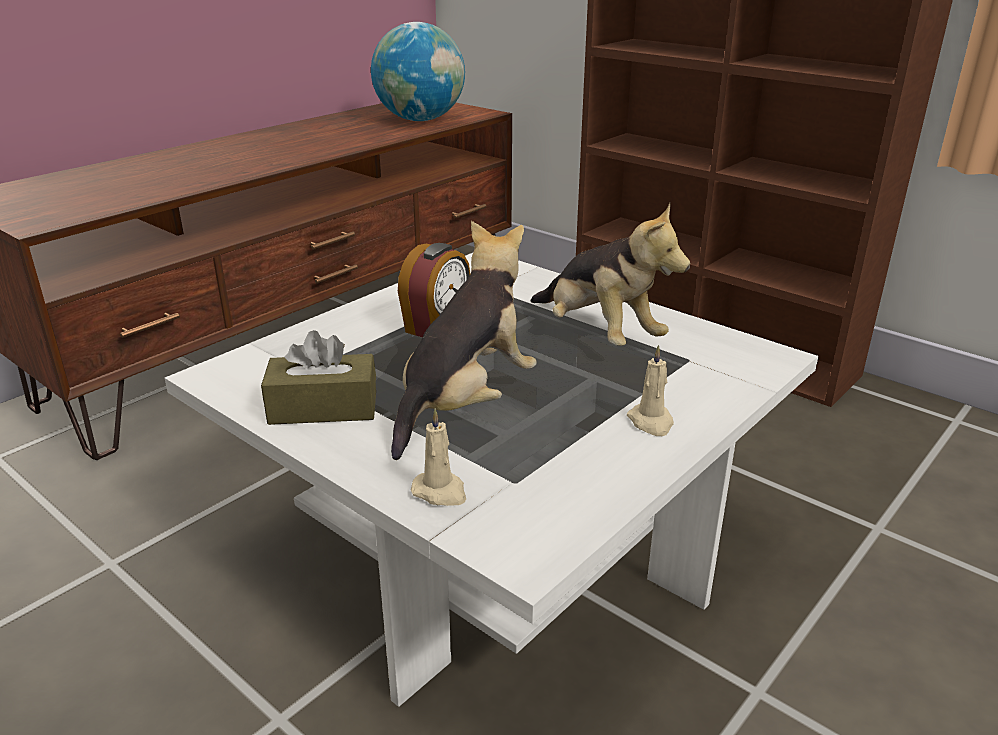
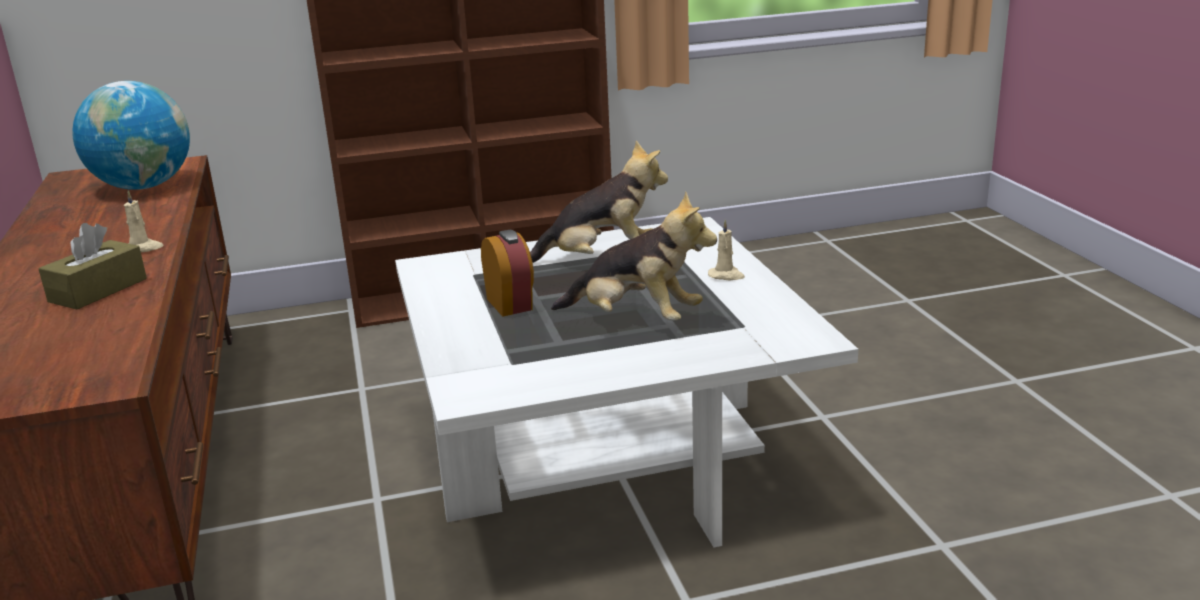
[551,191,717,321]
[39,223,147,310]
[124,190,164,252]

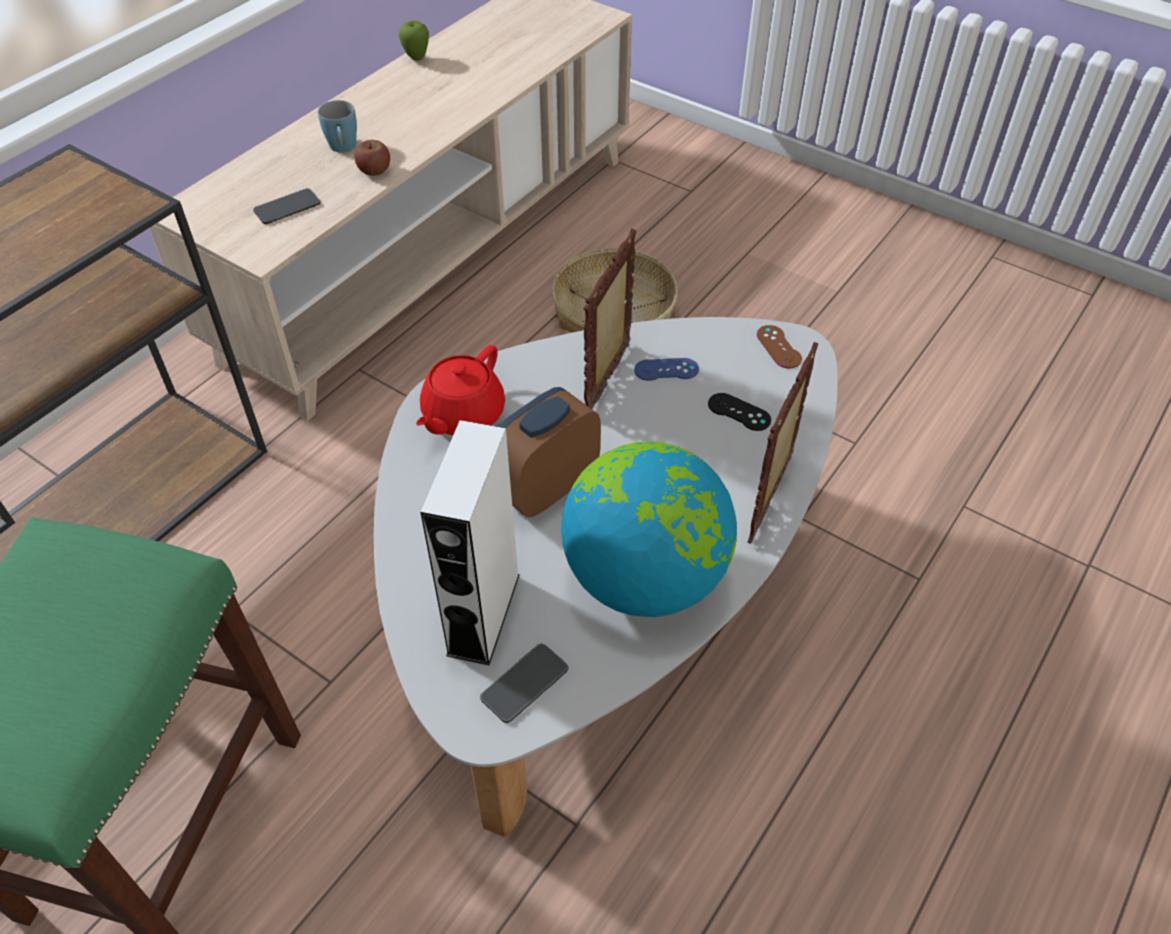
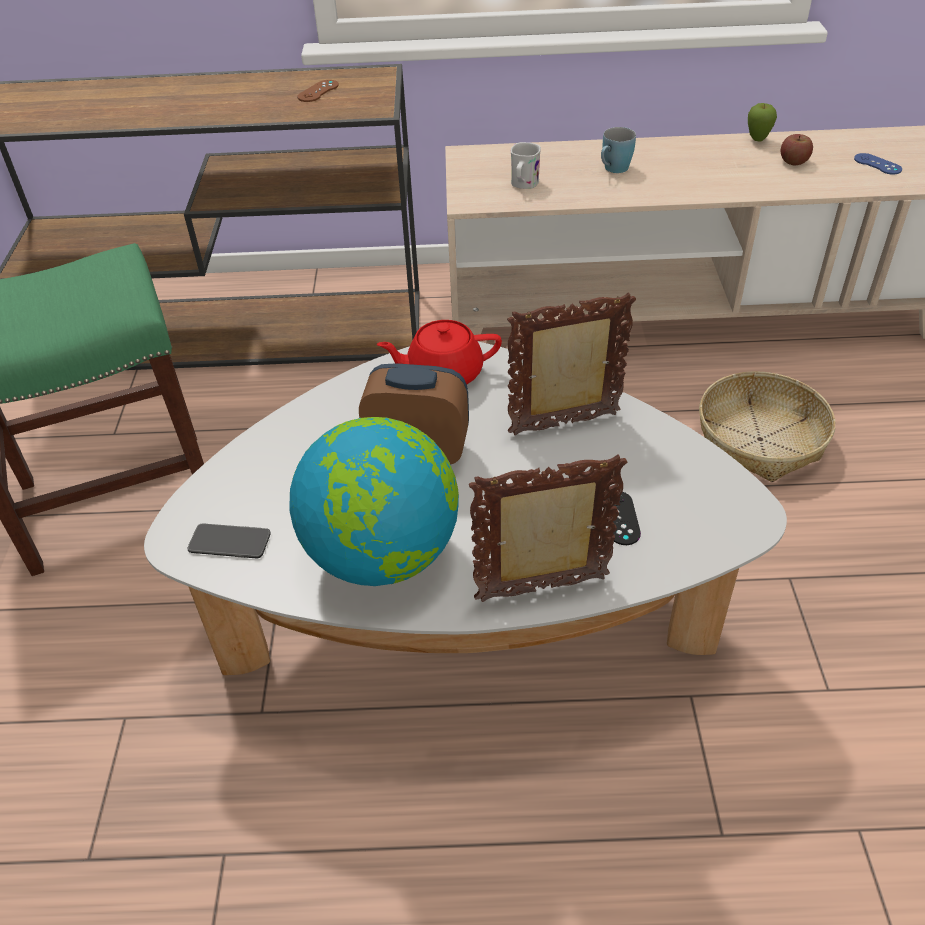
[780,134,813,165]
[511,142,541,189]
[297,80,339,102]
[854,153,902,175]
[420,420,520,665] (first image)

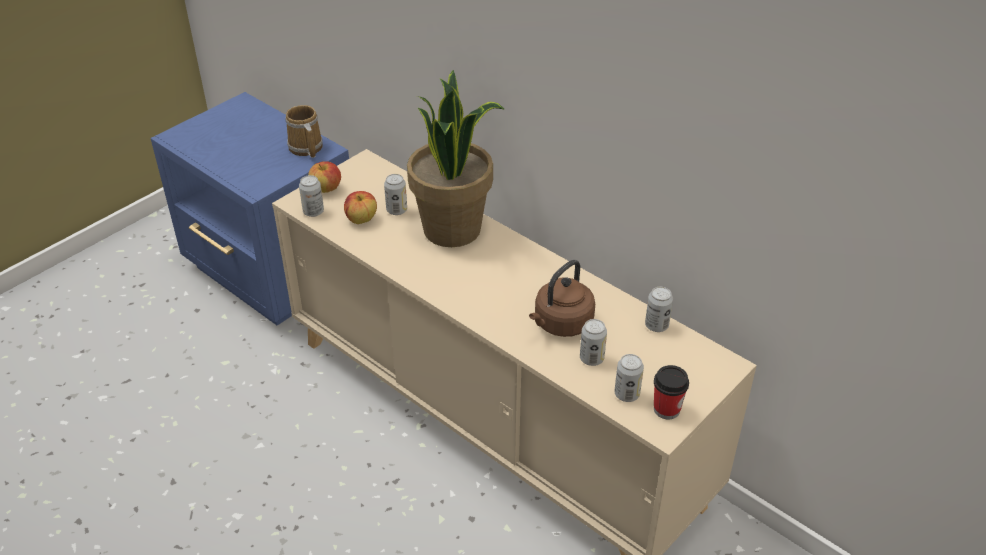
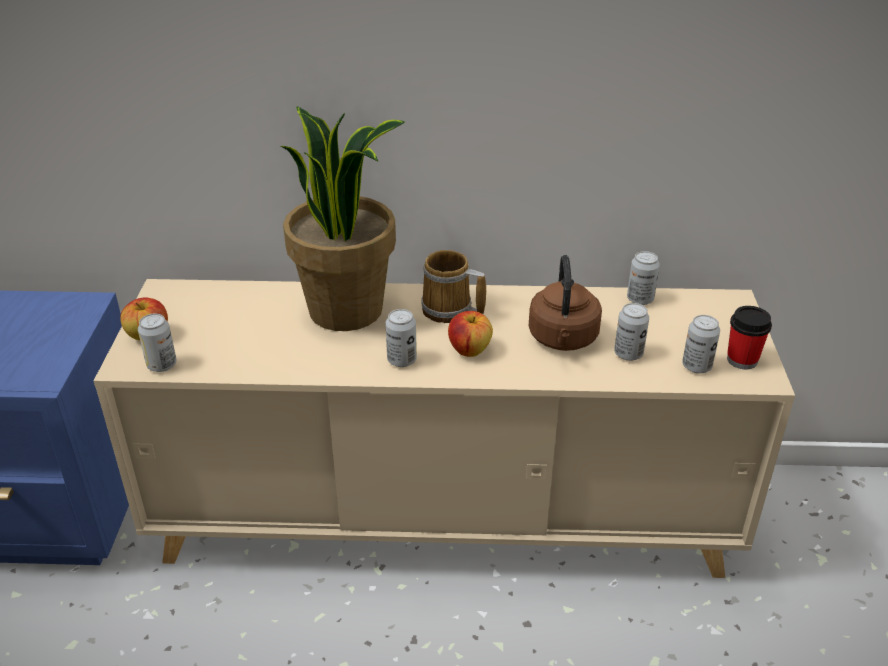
[421,250,486,323]
[386,309,417,367]
[448,311,493,357]

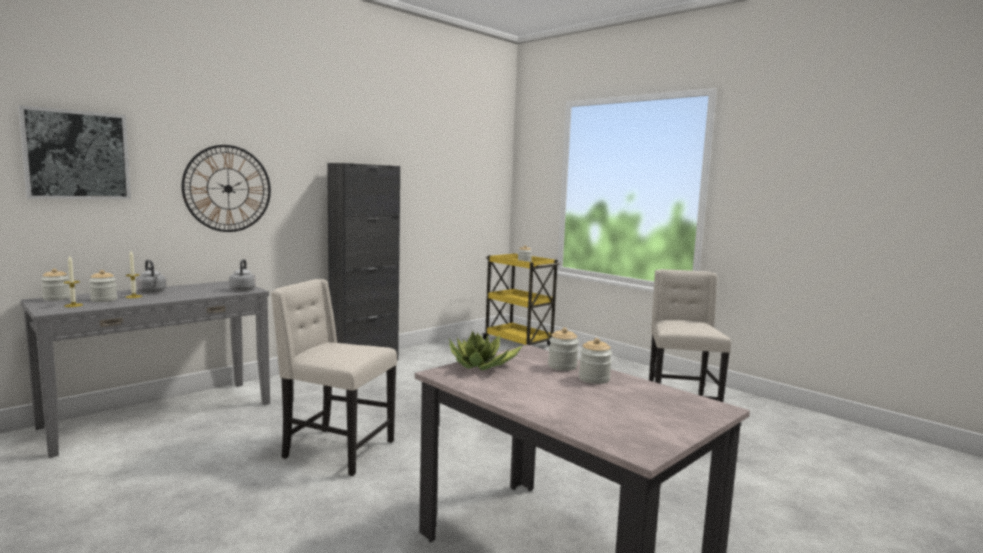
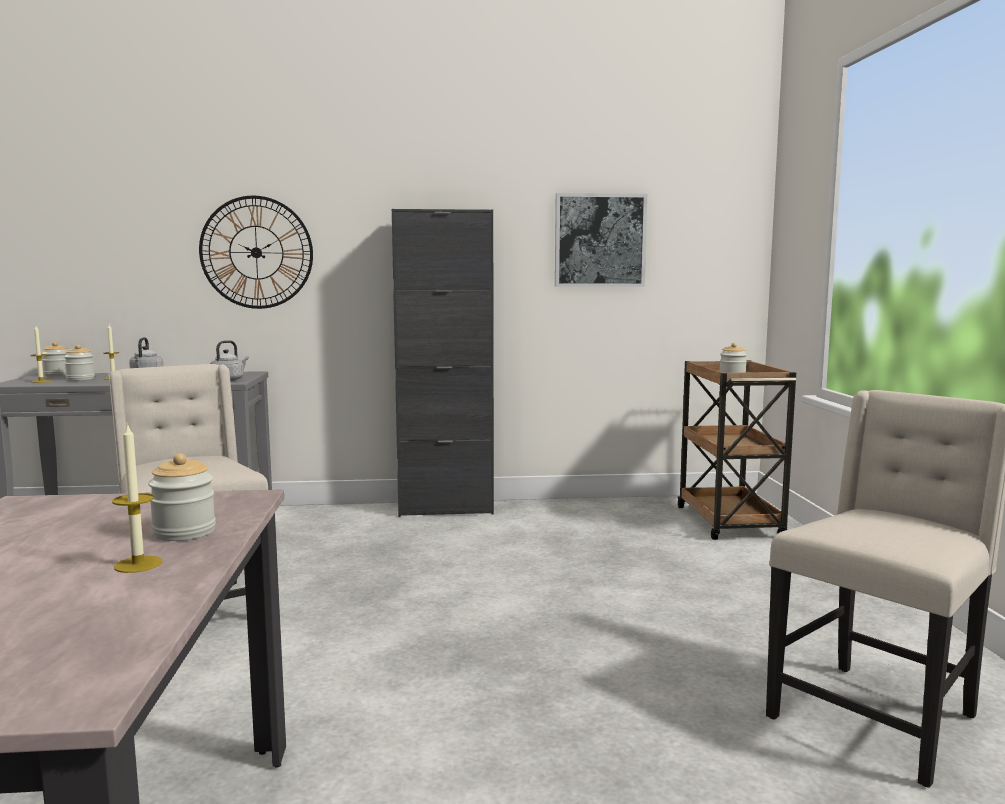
[555,193,647,287]
[677,360,796,540]
[449,331,523,371] (first image)
[112,423,162,573]

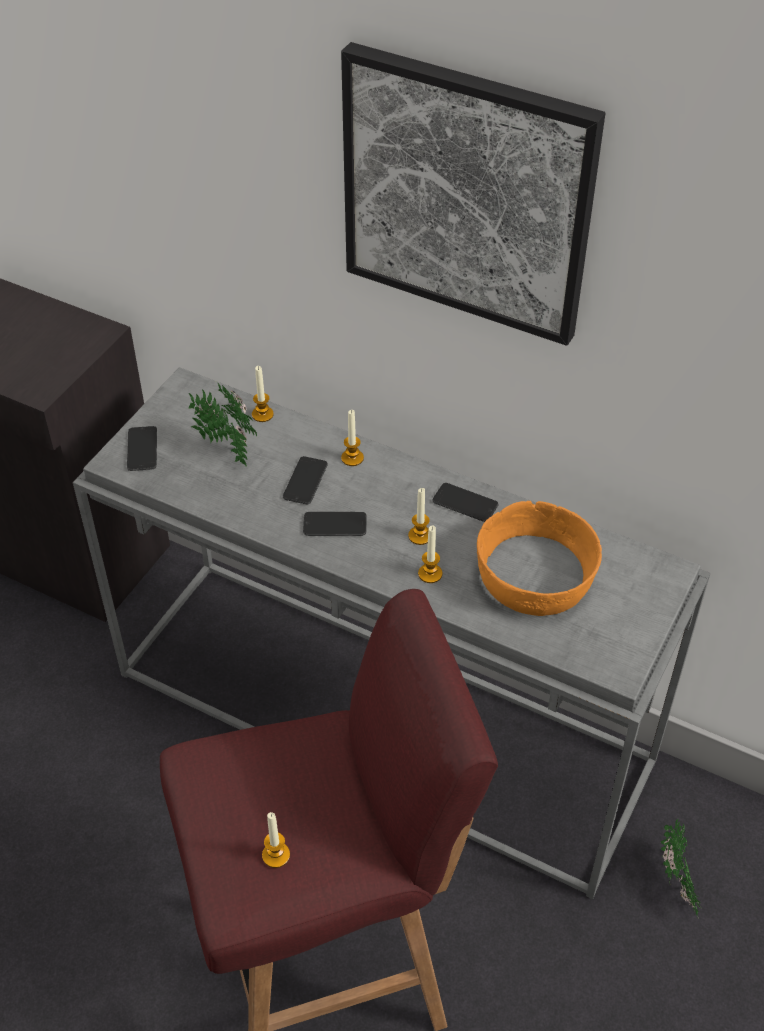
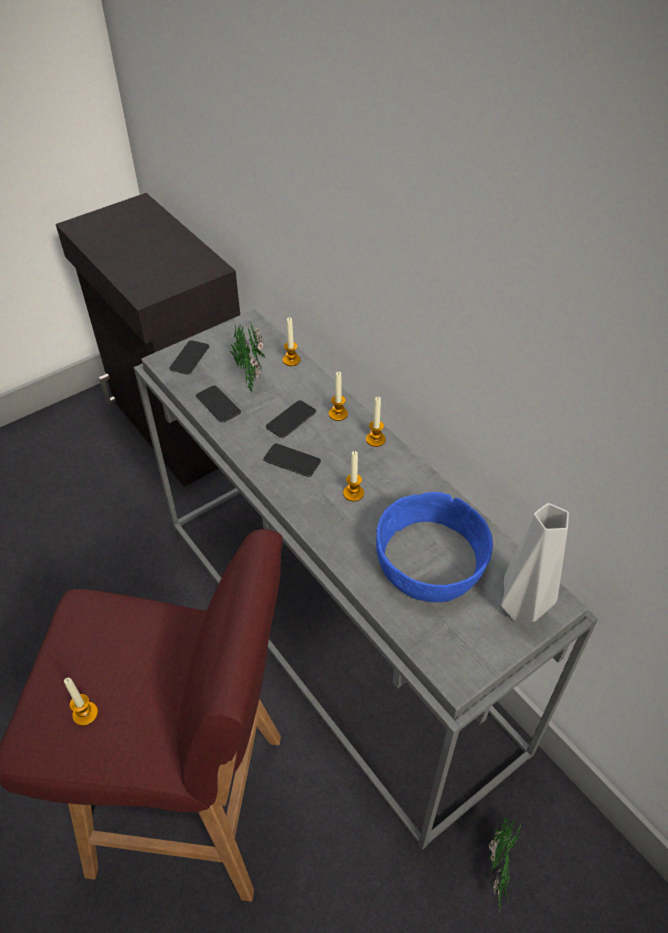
[341,42,605,346] (first image)
[196,386,241,423]
[376,492,493,602]
[366,397,386,447]
[501,503,569,623]

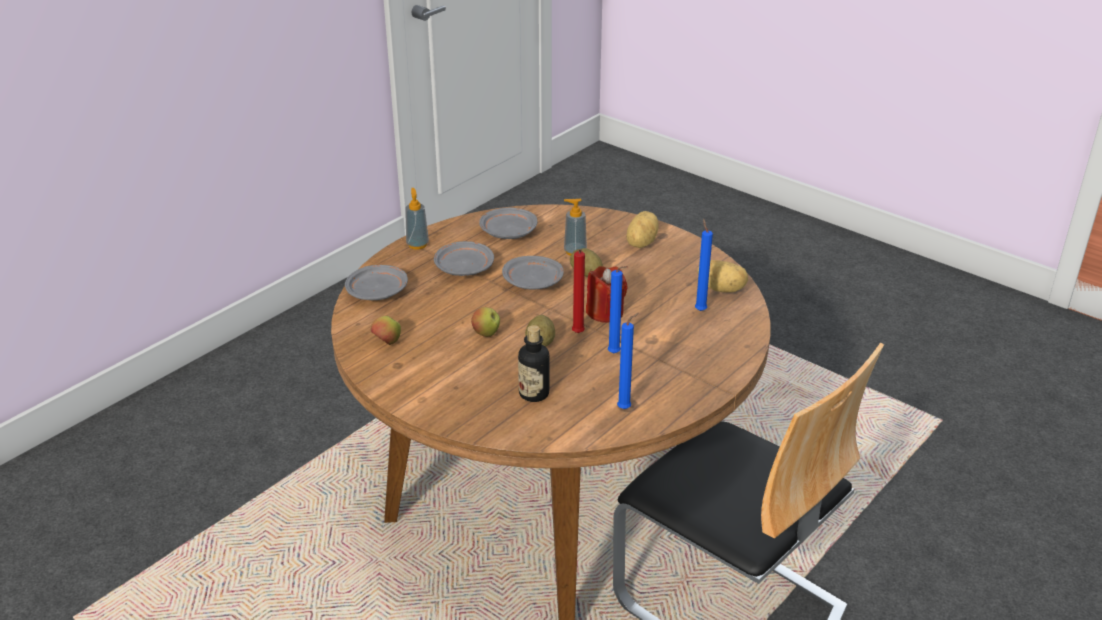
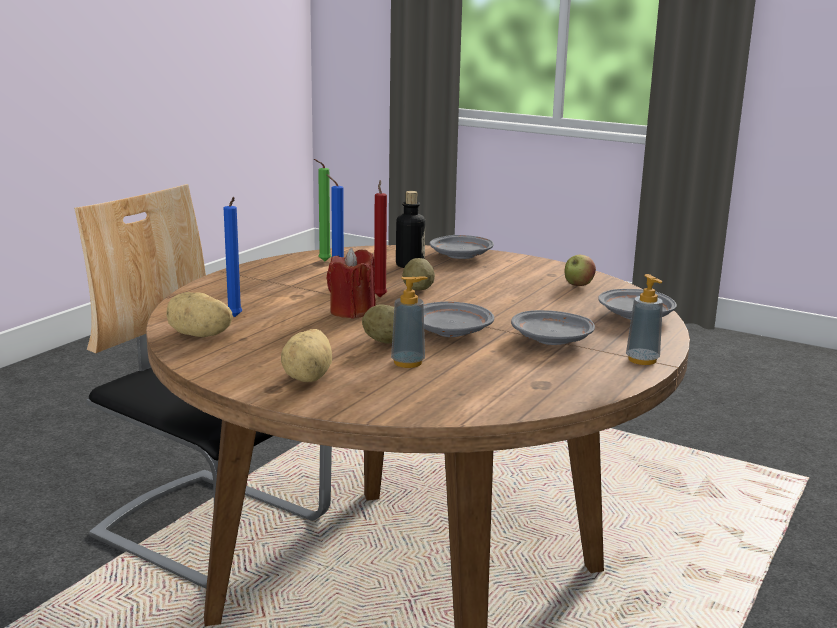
[430,235,494,259]
[471,307,500,337] (first image)
[314,159,331,261]

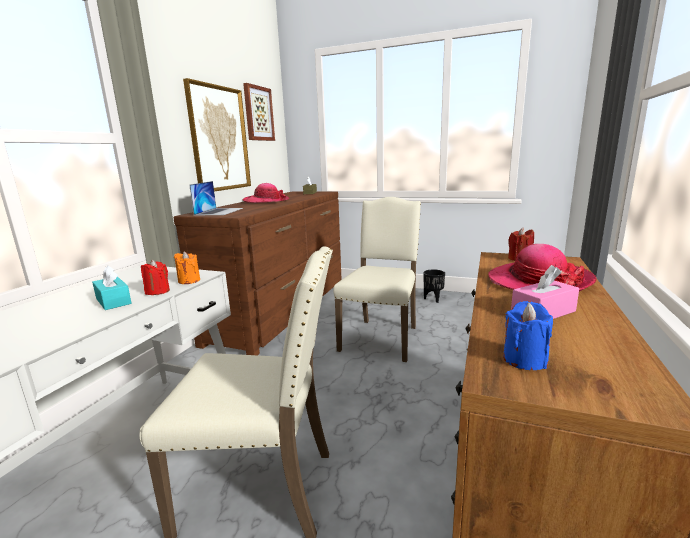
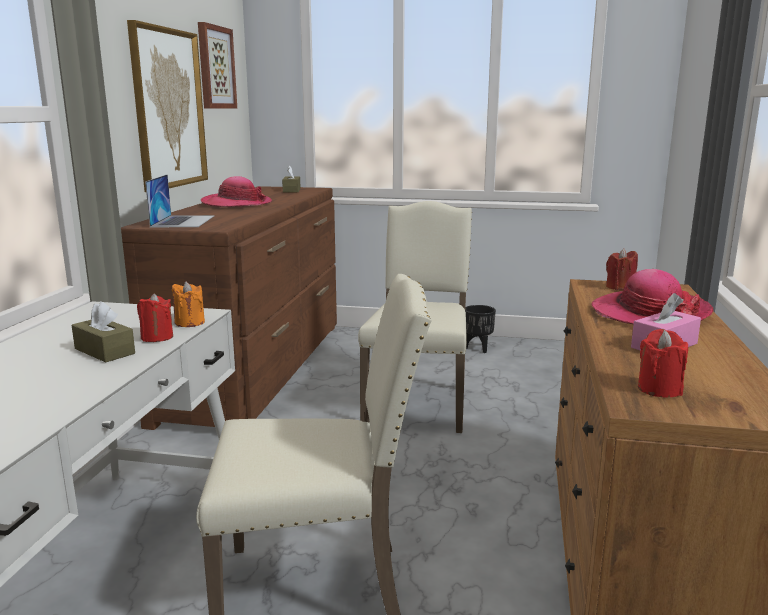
[72,301,135,362]
[638,329,688,398]

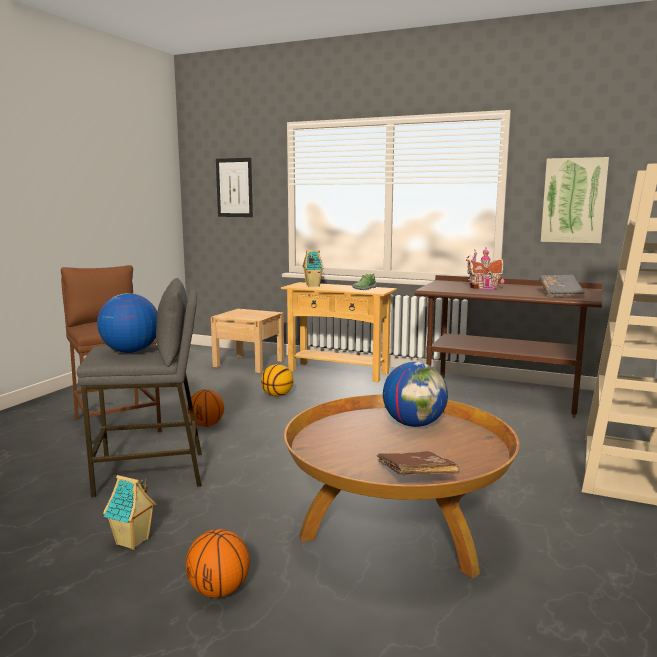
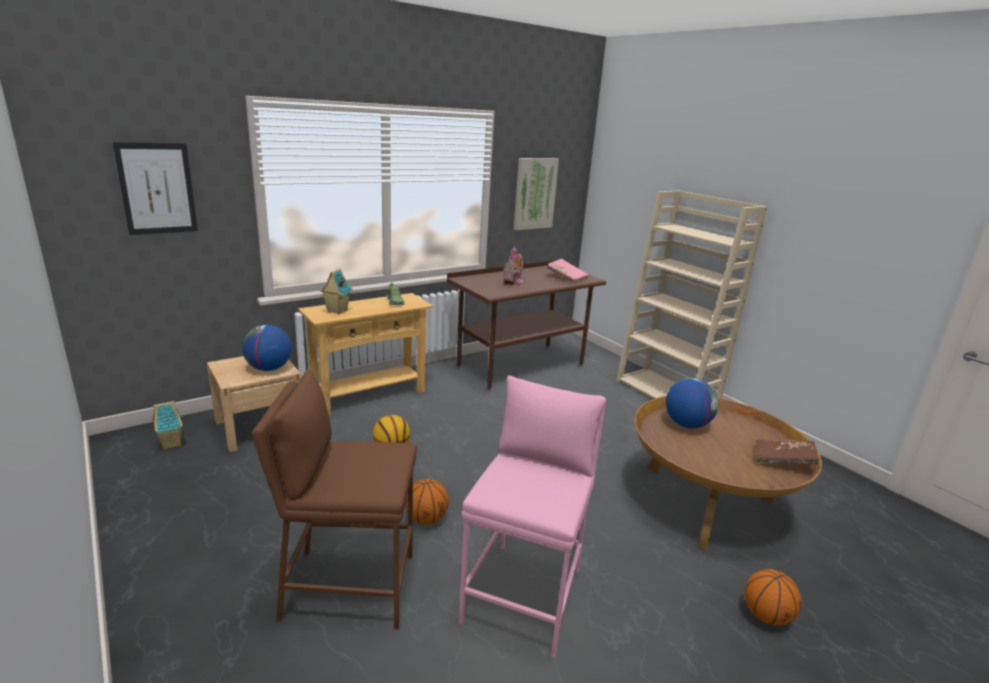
[547,259,589,283]
[458,376,606,658]
[242,324,292,371]
[152,401,183,450]

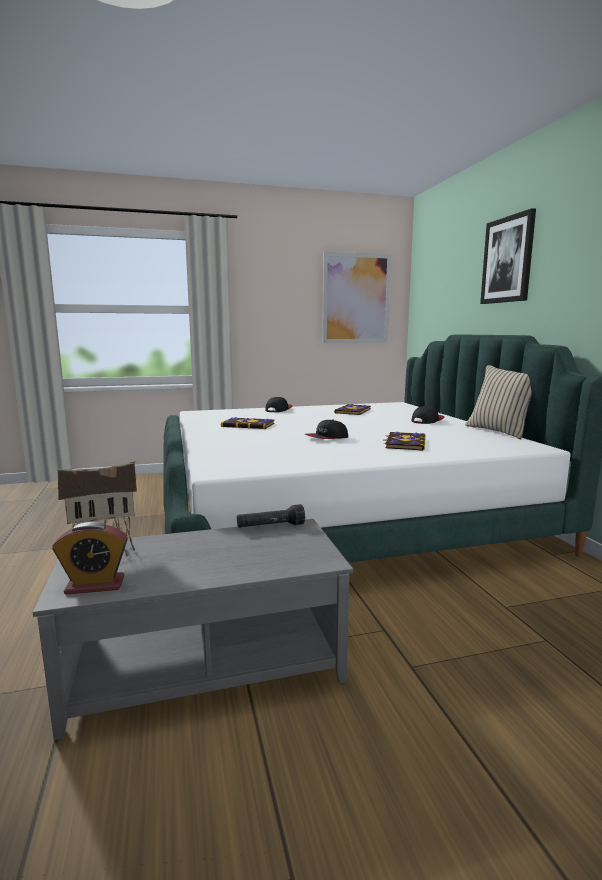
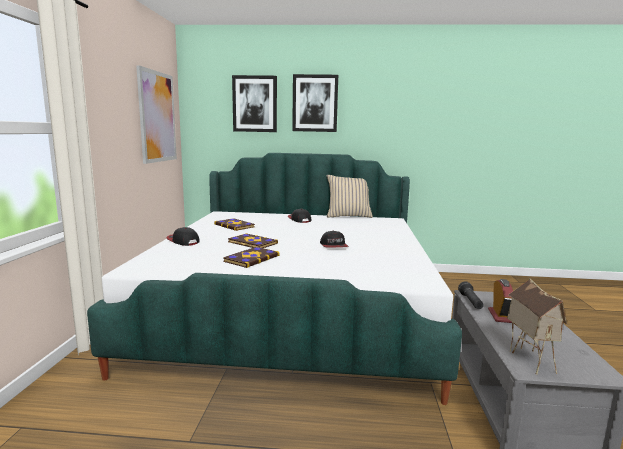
[228,233,278,248]
[488,279,513,323]
[232,75,277,132]

